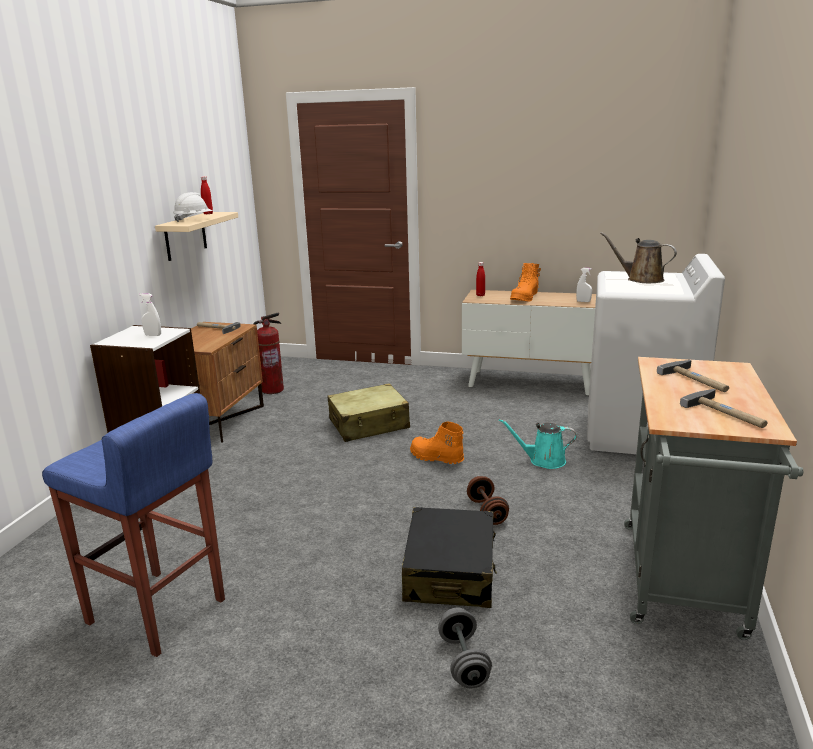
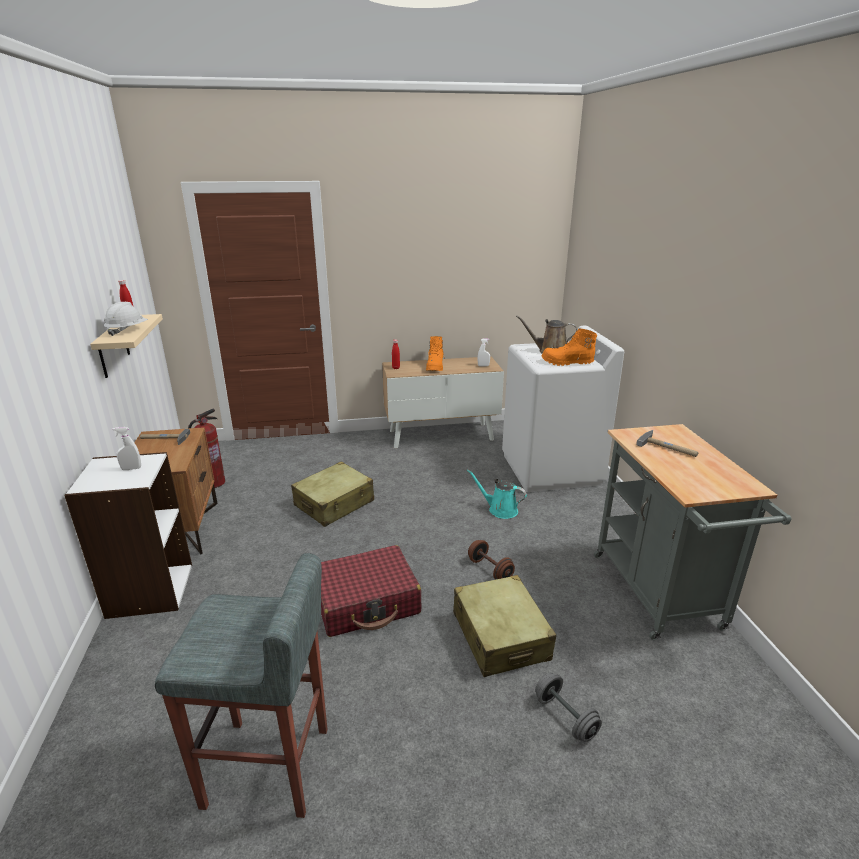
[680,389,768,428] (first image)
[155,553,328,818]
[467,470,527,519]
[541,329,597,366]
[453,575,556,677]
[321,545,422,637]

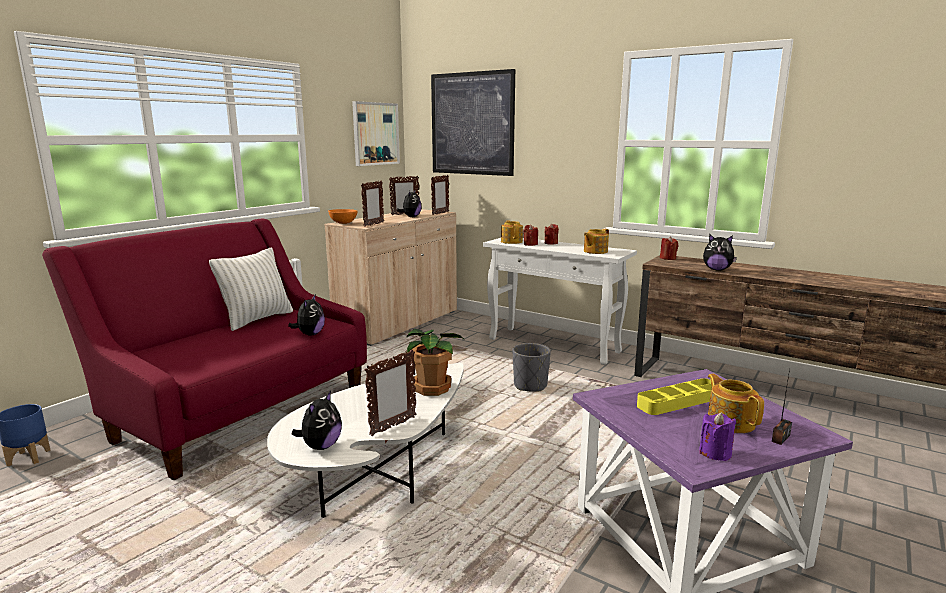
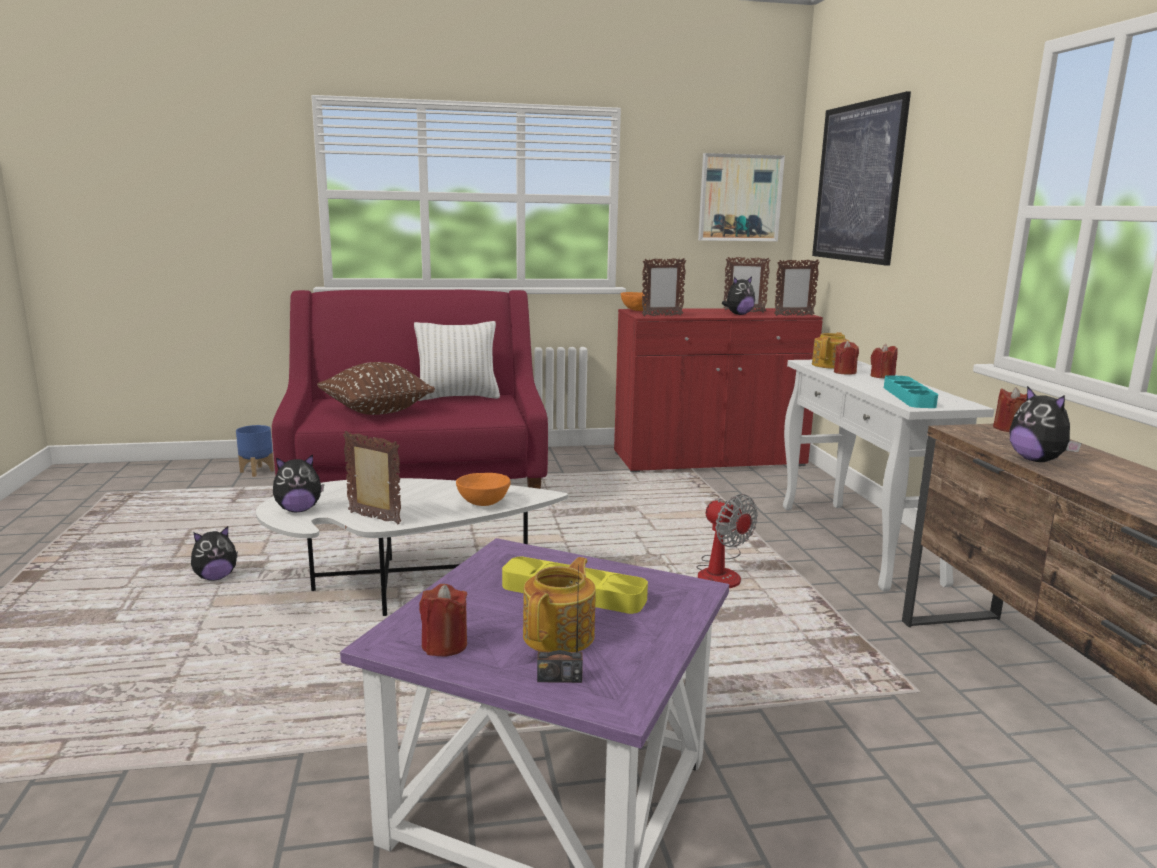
[614,308,823,472]
[884,375,938,408]
[191,526,238,581]
[456,473,511,506]
[696,494,758,588]
[343,431,401,524]
[419,584,467,657]
[317,362,435,415]

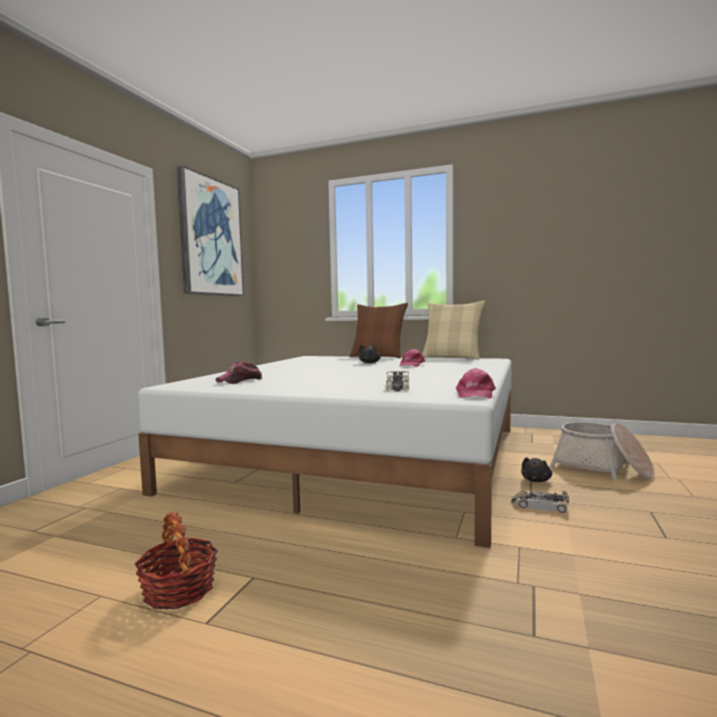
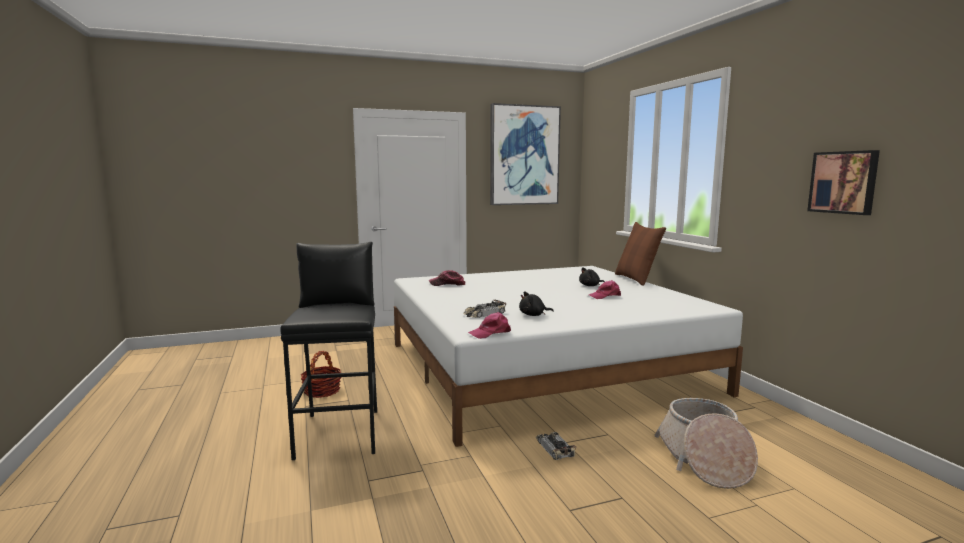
[422,301,486,360] (first image)
[519,291,554,316]
[807,150,880,215]
[280,242,377,460]

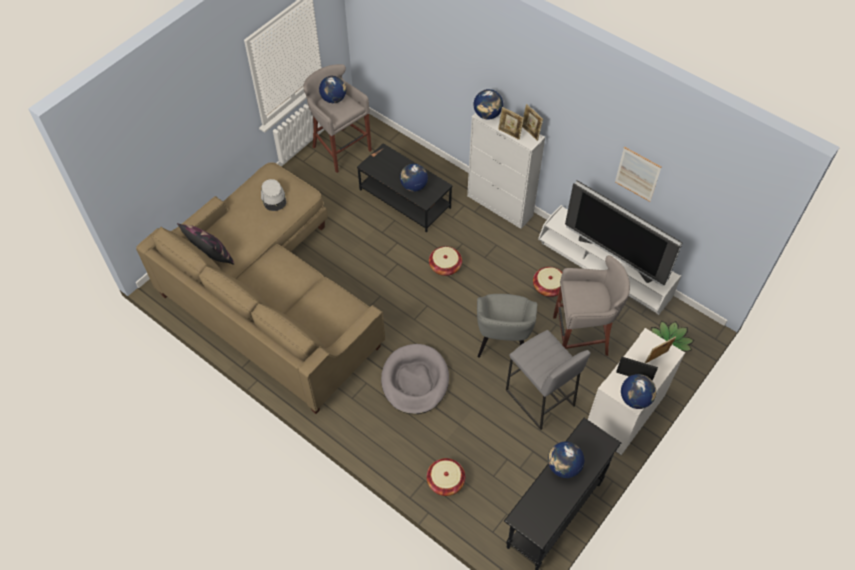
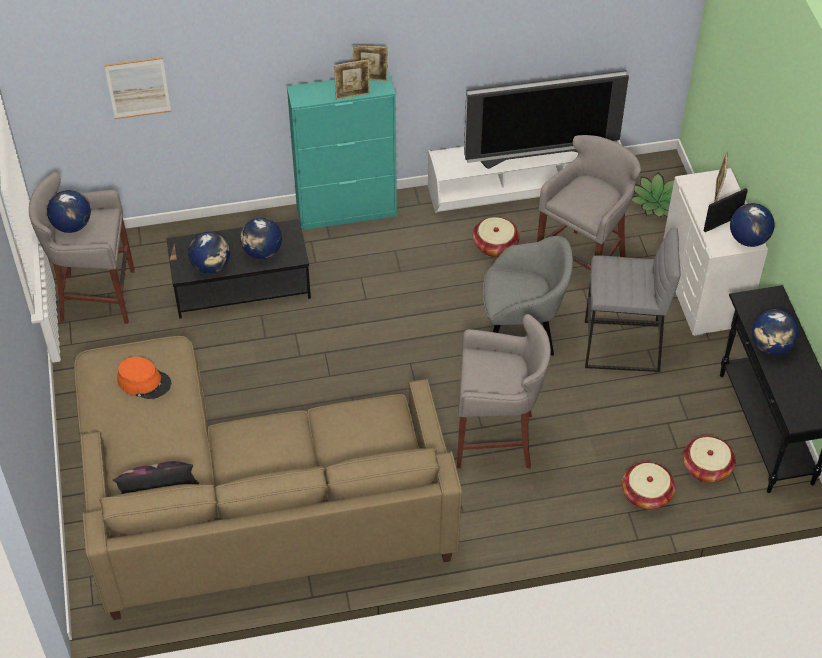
[188,232,230,274]
[287,72,397,230]
[104,57,171,119]
[117,357,171,399]
[683,436,736,483]
[483,236,573,356]
[457,314,551,469]

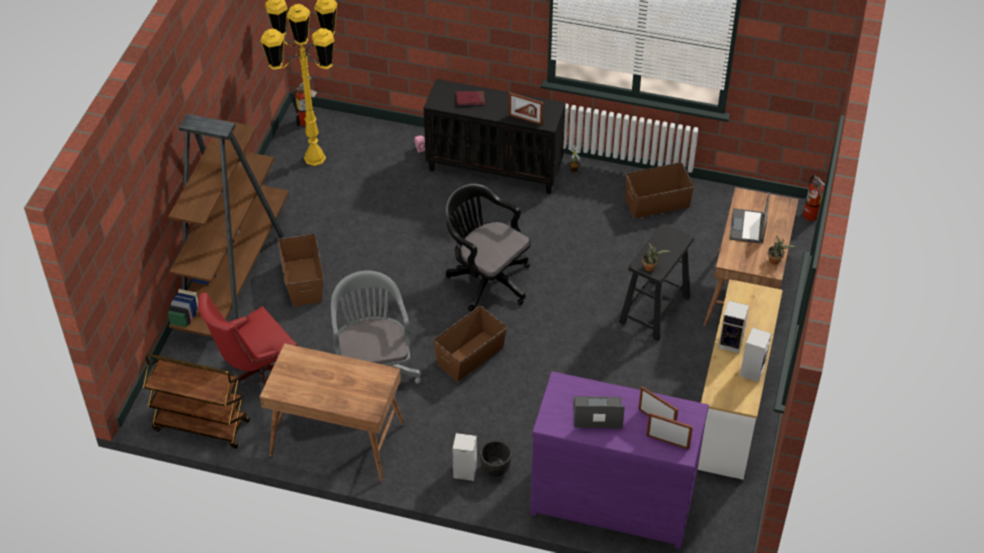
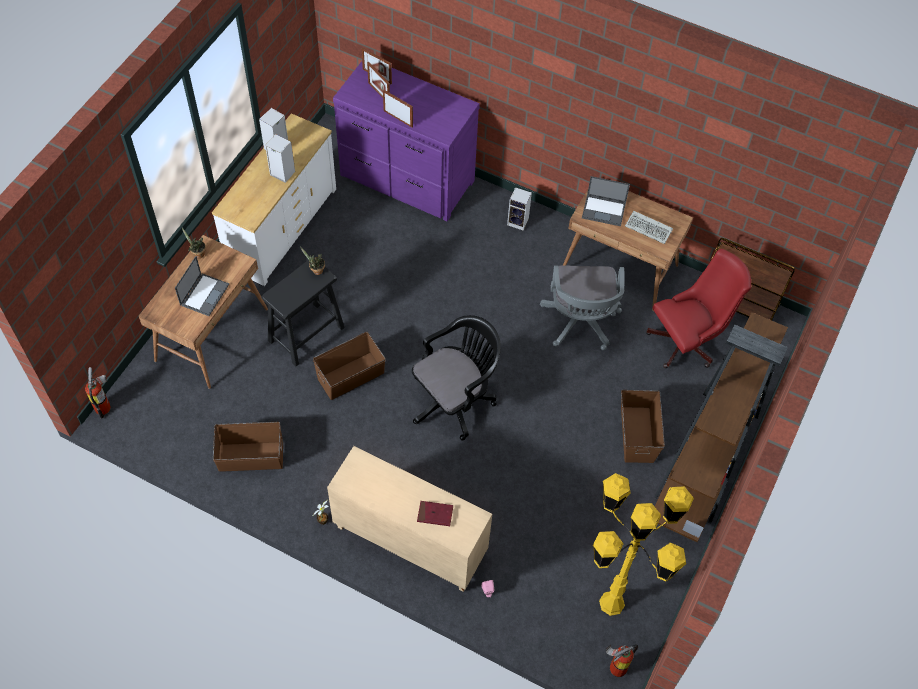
[327,446,492,592]
[383,90,413,127]
[412,315,501,441]
[313,332,386,400]
[582,176,630,226]
[480,440,512,477] (first image)
[625,211,673,244]

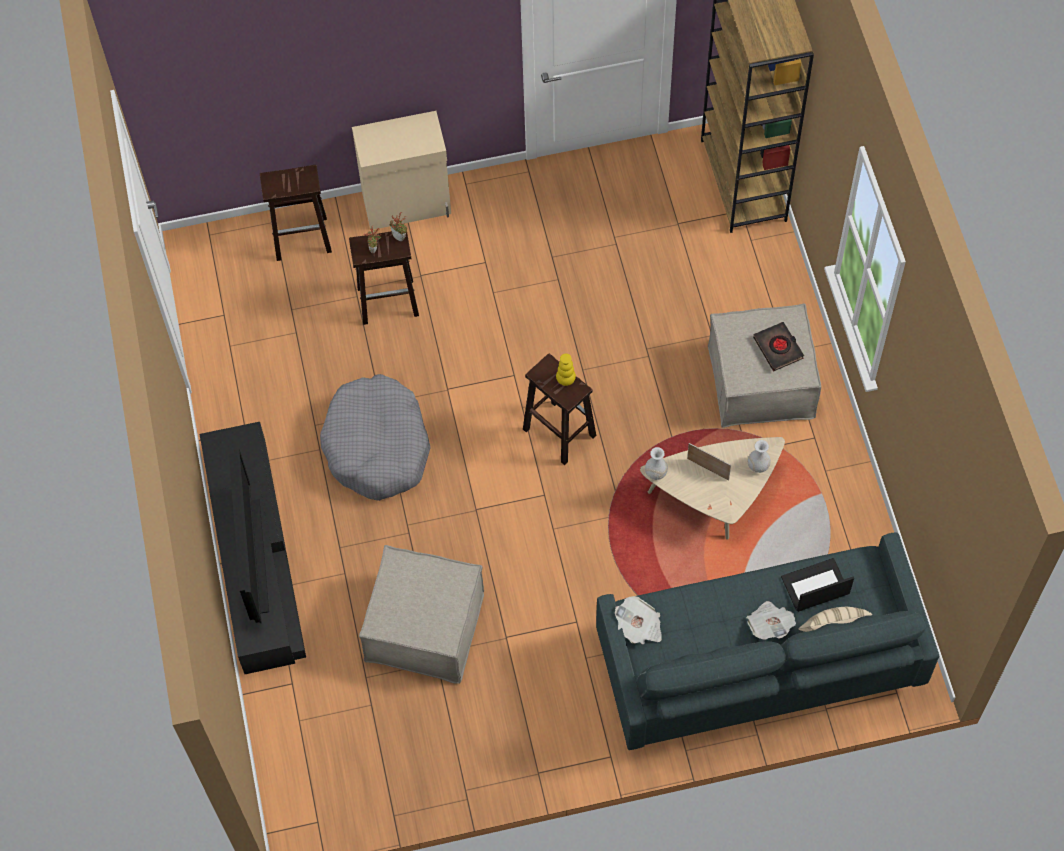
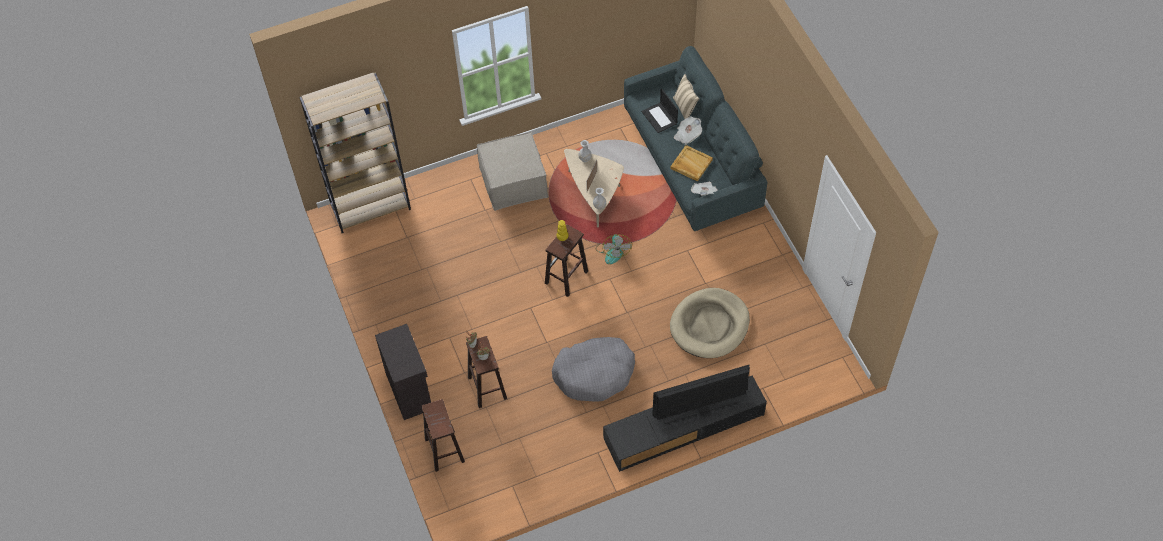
[375,324,431,420]
[753,322,804,371] (first image)
[670,288,750,358]
[671,145,713,182]
[596,234,632,264]

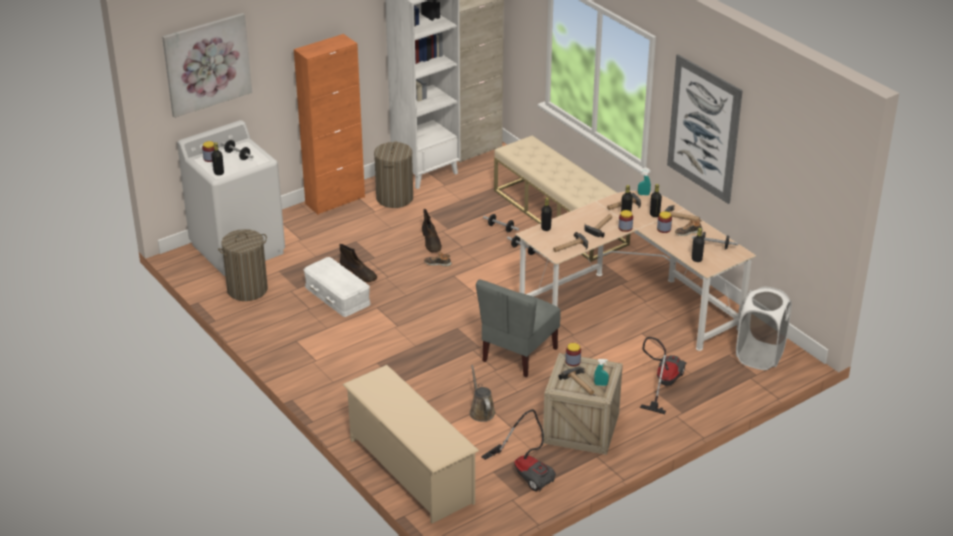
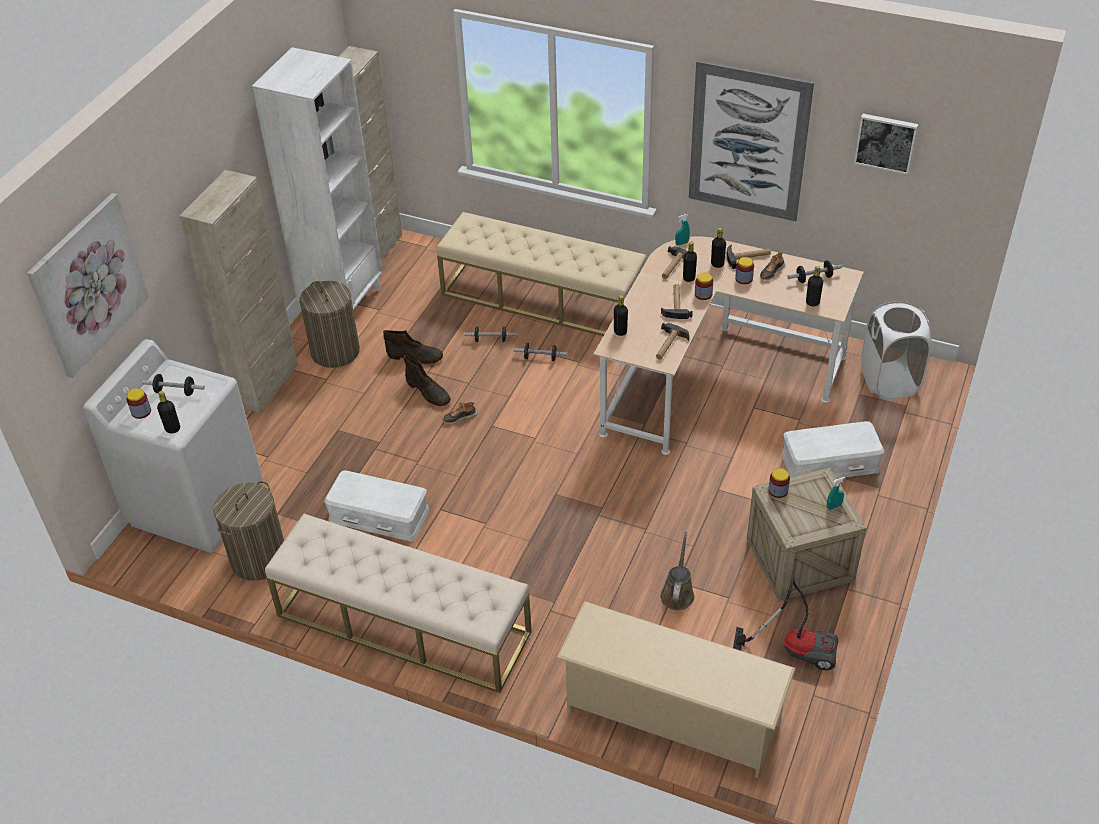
[180,170,298,413]
[383,330,443,364]
[476,279,560,377] (first image)
[781,421,884,478]
[660,532,695,610]
[558,367,594,395] (first image)
[854,114,918,174]
[265,514,532,693]

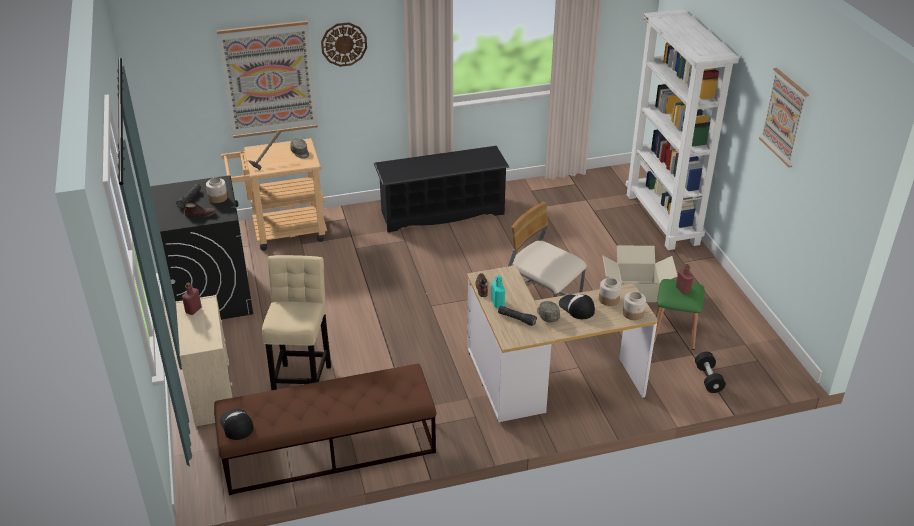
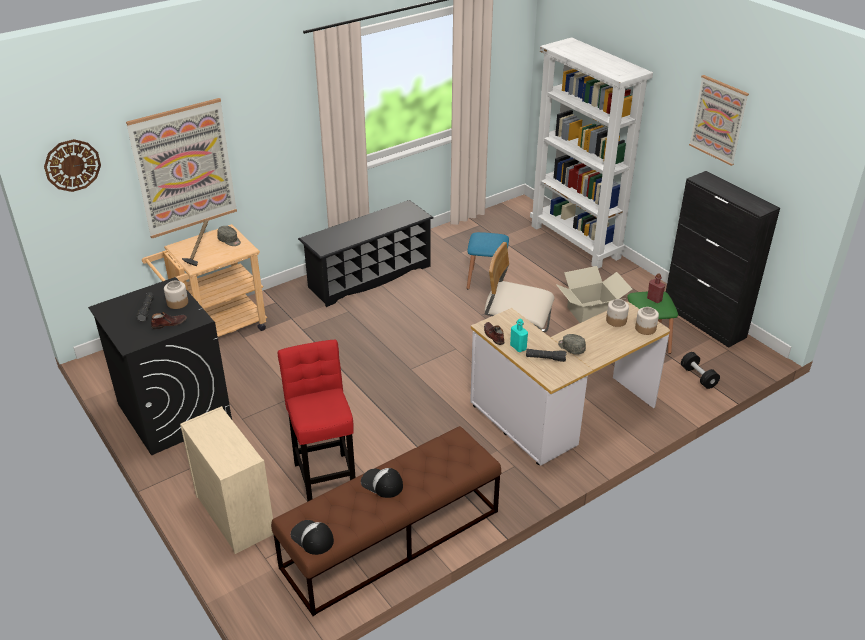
[44,139,101,192]
[278,339,356,502]
[182,282,202,315] (first image)
[361,468,403,498]
[666,171,780,348]
[467,232,509,289]

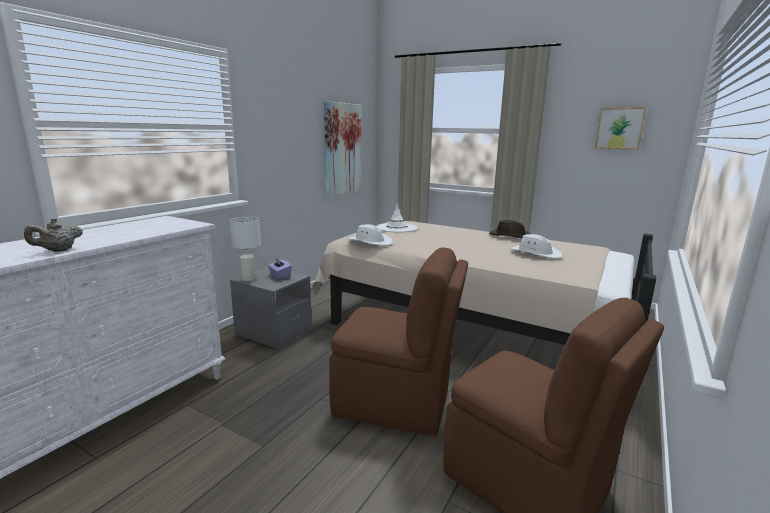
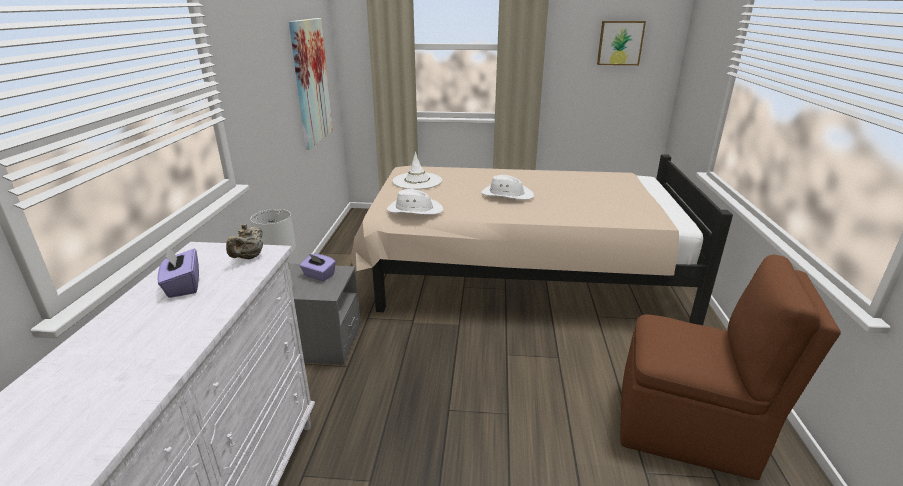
[226,224,263,259]
[489,220,531,238] (first image)
[481,175,534,200]
[329,247,468,436] (first image)
[157,246,199,298]

